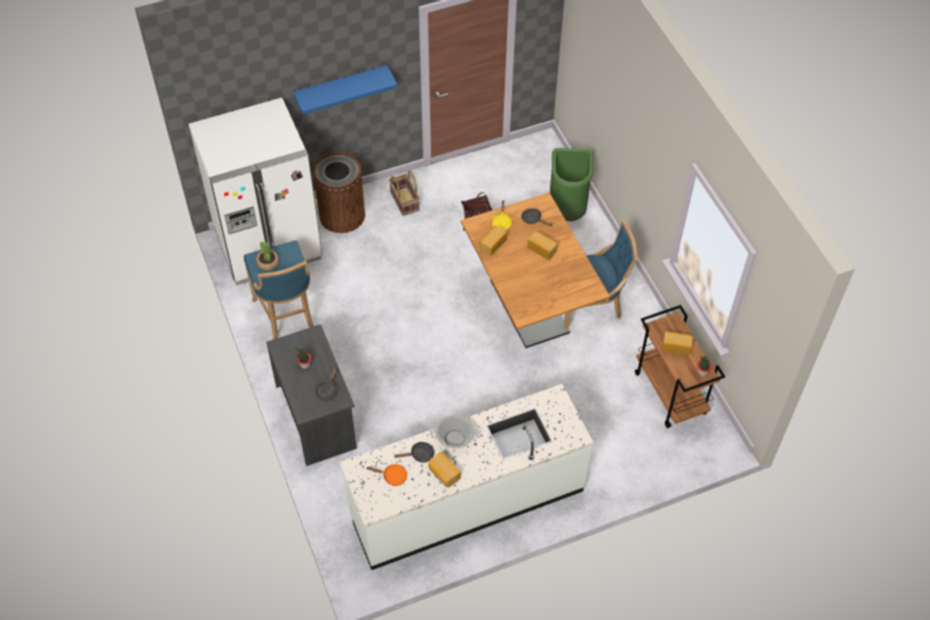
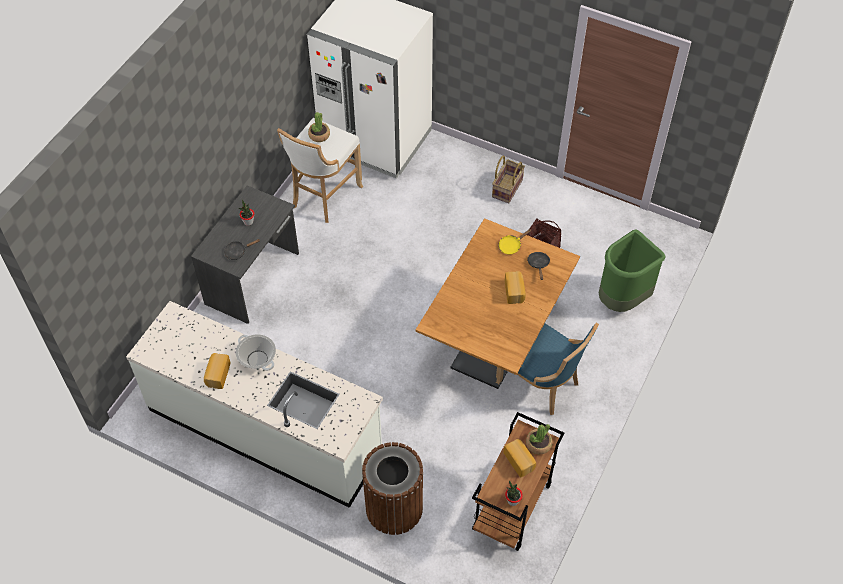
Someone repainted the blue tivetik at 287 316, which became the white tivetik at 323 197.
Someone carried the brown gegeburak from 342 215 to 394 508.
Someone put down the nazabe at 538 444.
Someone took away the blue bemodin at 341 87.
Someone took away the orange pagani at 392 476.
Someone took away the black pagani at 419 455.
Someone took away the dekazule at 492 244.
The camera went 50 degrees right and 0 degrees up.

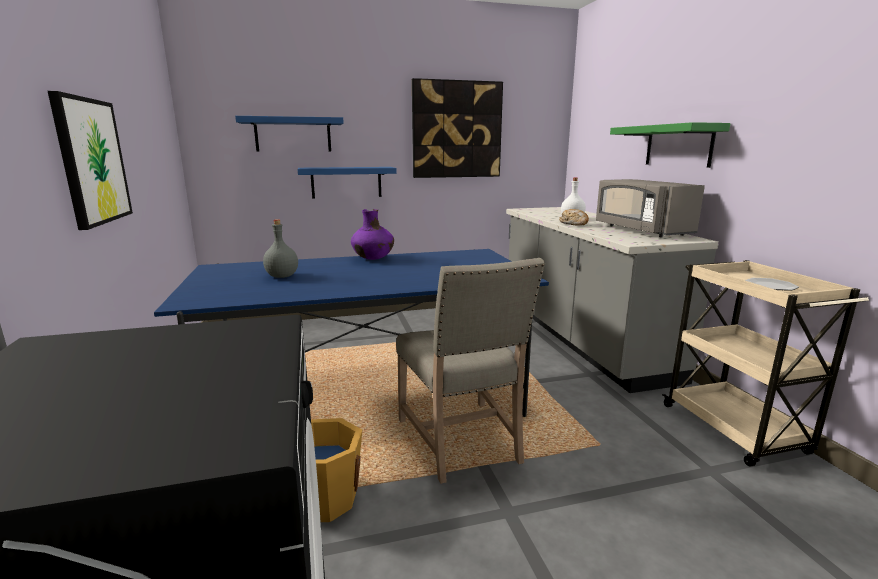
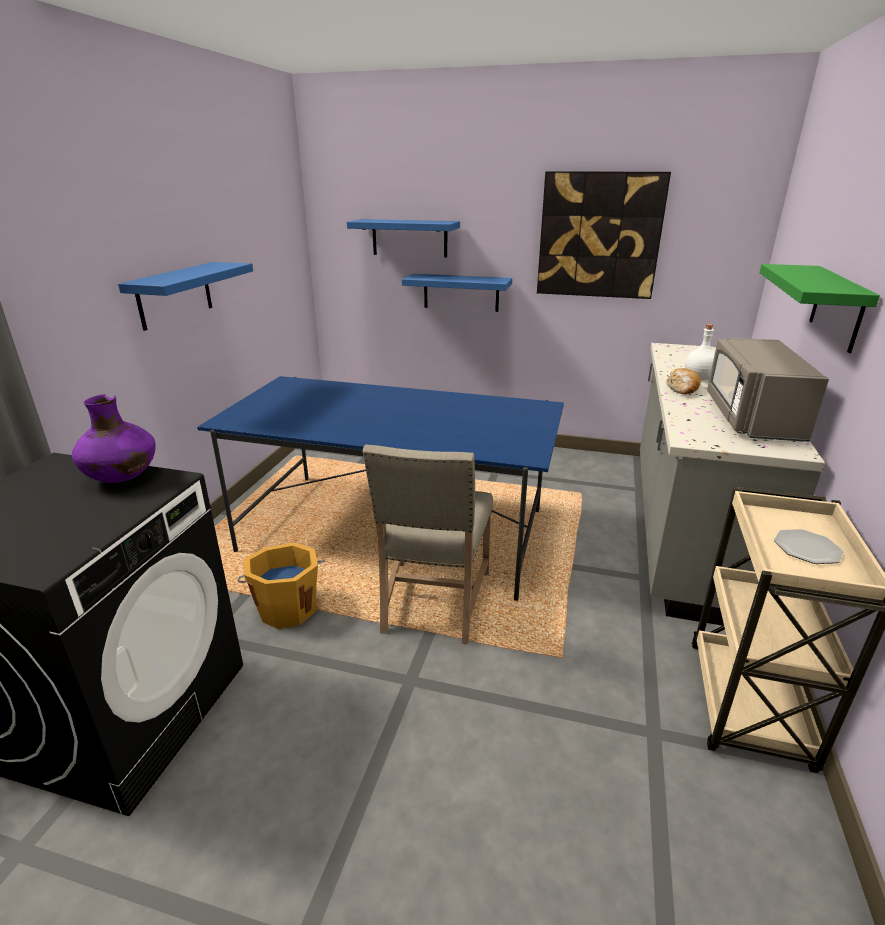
Someone carried the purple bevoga from 373 259 to 123 478.
Someone swapped the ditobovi at 92 161 for the blue bemodin at 175 295.
Someone took away the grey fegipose at 282 276.
The camera went 30 degrees right and 10 degrees up.

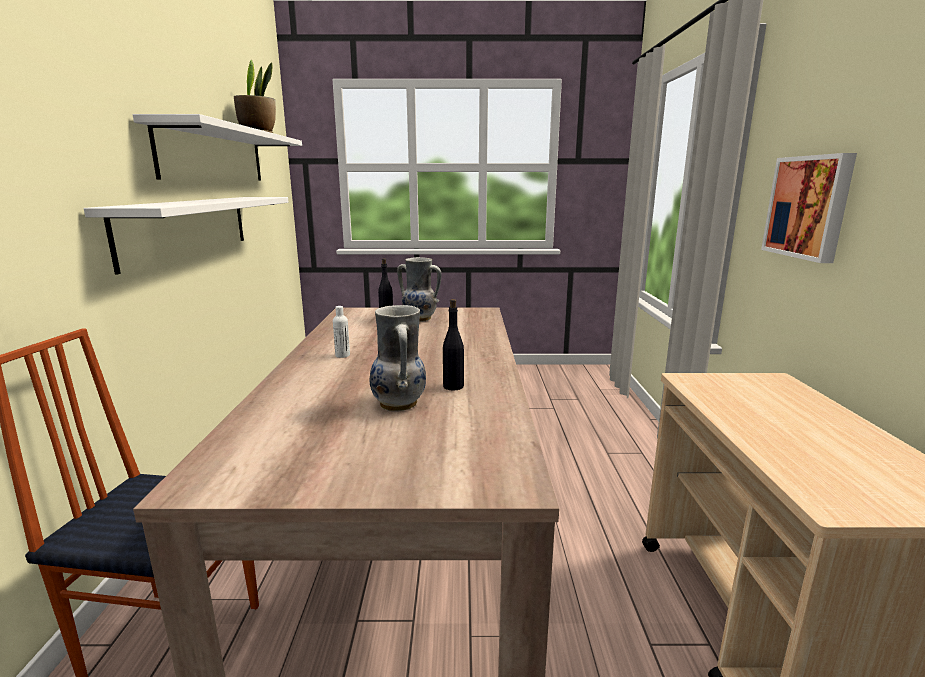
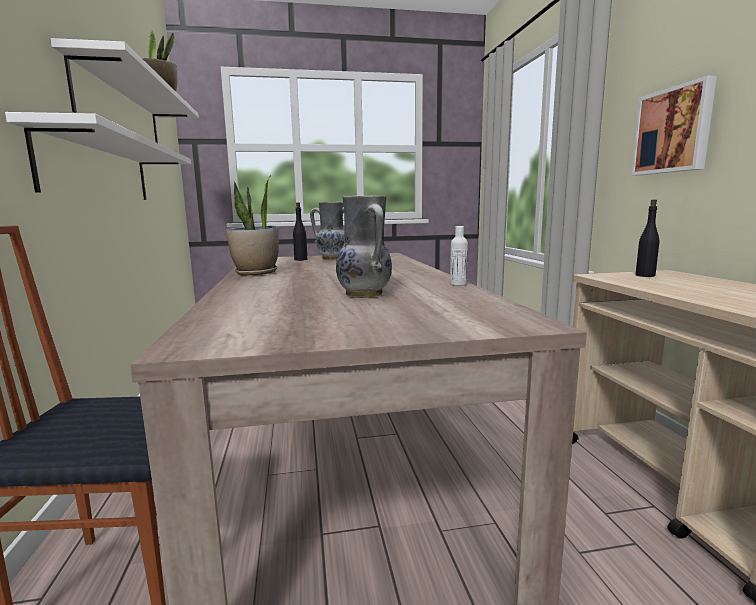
Someone put down the nazabe at 256 273.
Someone carried the white fegipose from 342 355 to 458 284.
Someone carried the black fegipose from 453 386 to 645 275.
The camera went 10 degrees left and 5 degrees down.

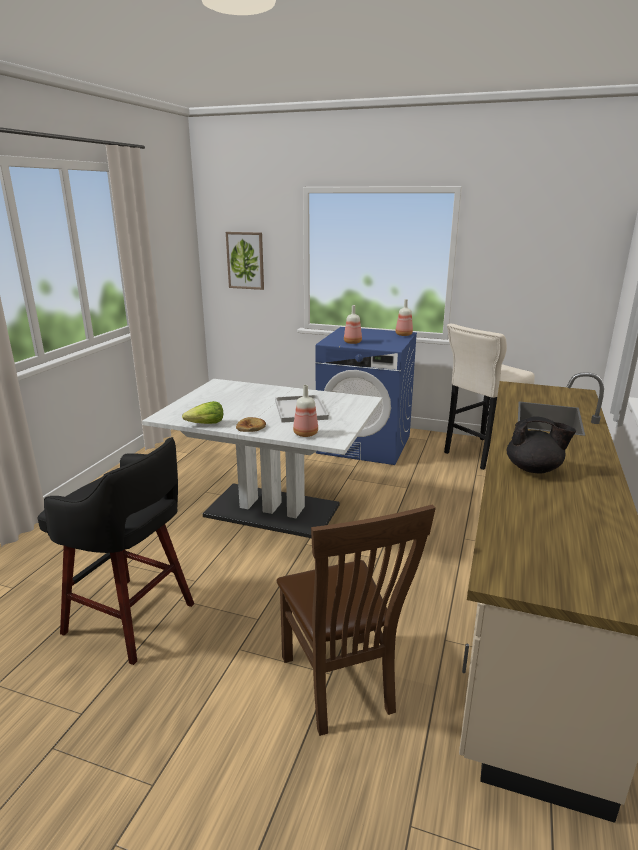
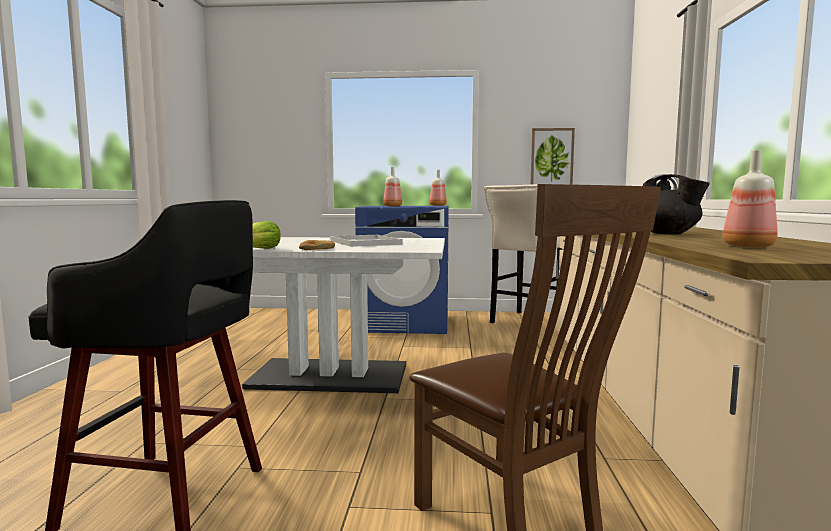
Someone carried the ditobovi from 245 260 to 551 158.
Someone rotated the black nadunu at 534 469 by 60 degrees clockwise.
Someone carried the fegipose from 305 434 to 749 246.
The camera went 15 degrees left and 15 degrees down.

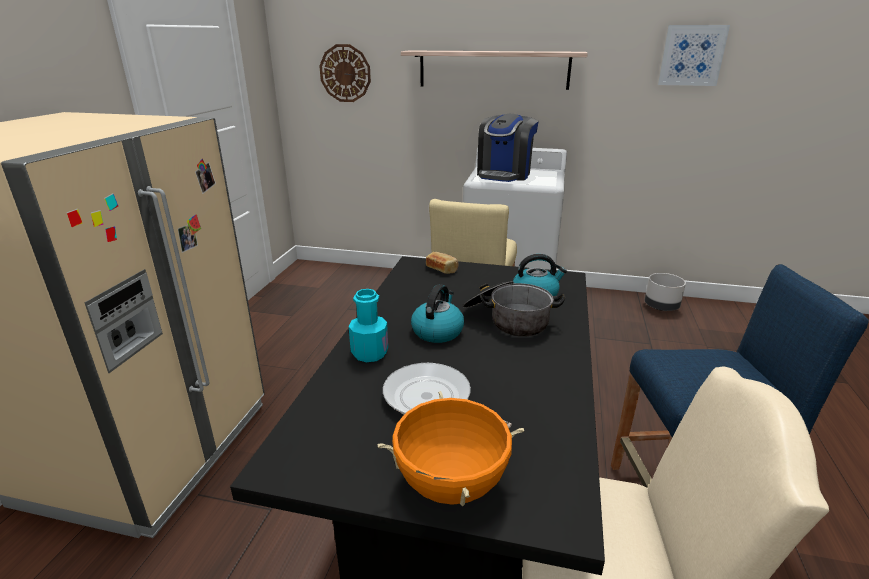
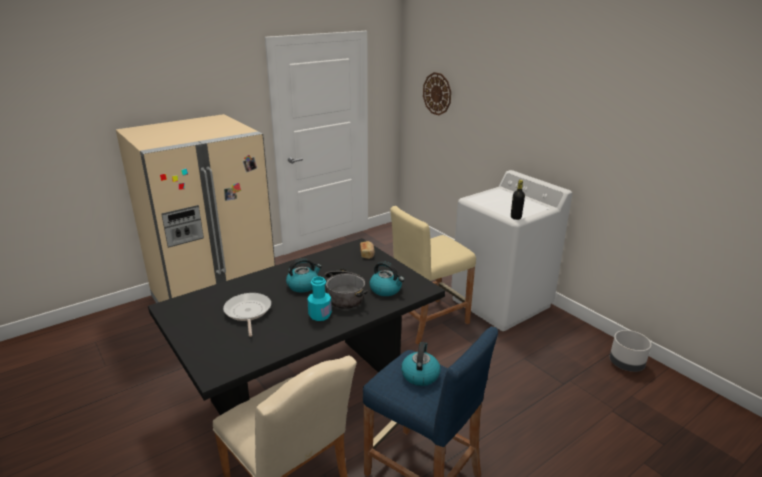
Someone carried the turquoise fegipose from 369 353 to 320 315.
Someone put down the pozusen at 420 374.
Someone put down the black fegipose at 515 217.
Someone took away the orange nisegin at 451 484.
Someone took away the bemodin at 493 69.
Someone took away the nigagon at 504 174.
Someone took away the ditobovi at 692 55.
The camera went 40 degrees right and 0 degrees up.

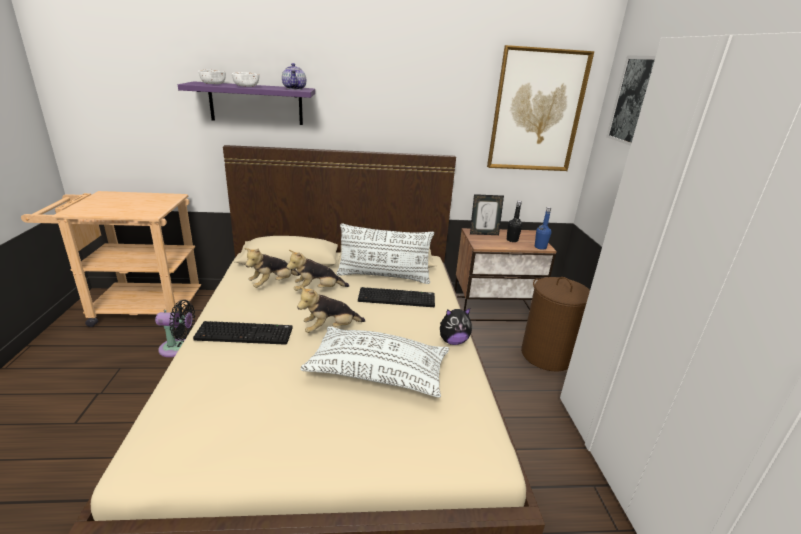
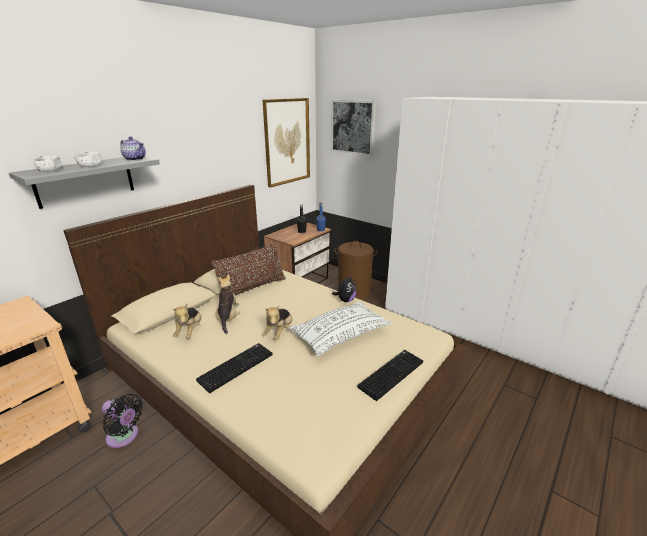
Someone repainted the purple bemodin at 256 104, which became the grey bemodin at 85 181.
Someone rotated the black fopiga at 178 348 by 75 degrees clockwise.
Someone repainted the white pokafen at 383 276, which became the brown pokafen at 252 288.
Someone rotated the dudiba at 317 290 by 150 degrees clockwise.
Someone carried the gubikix from 397 298 to 391 373.
Someone took away the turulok at 483 233.
The camera went 45 degrees left and 0 degrees up.

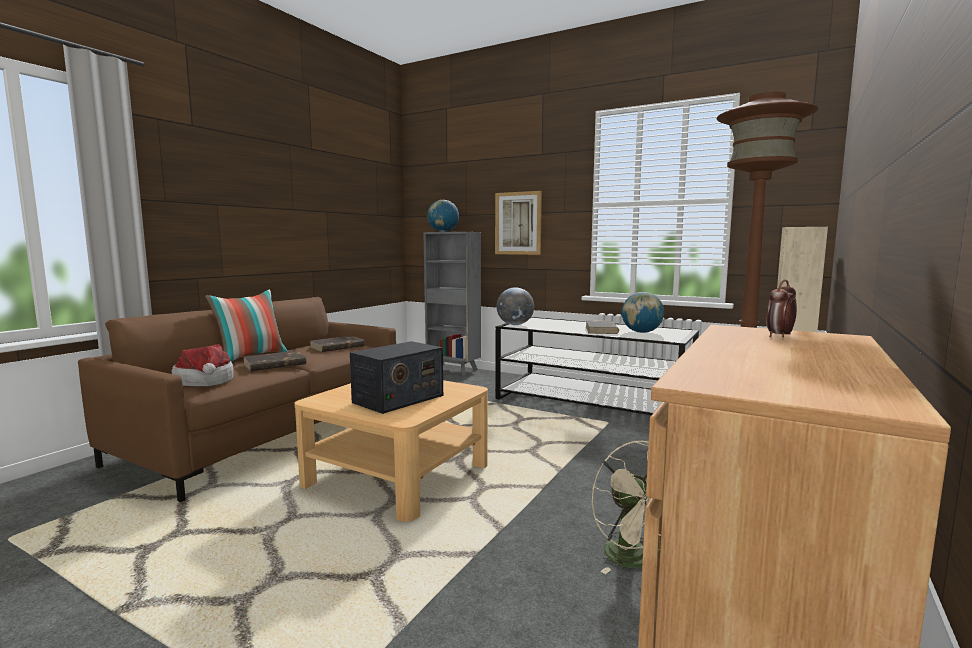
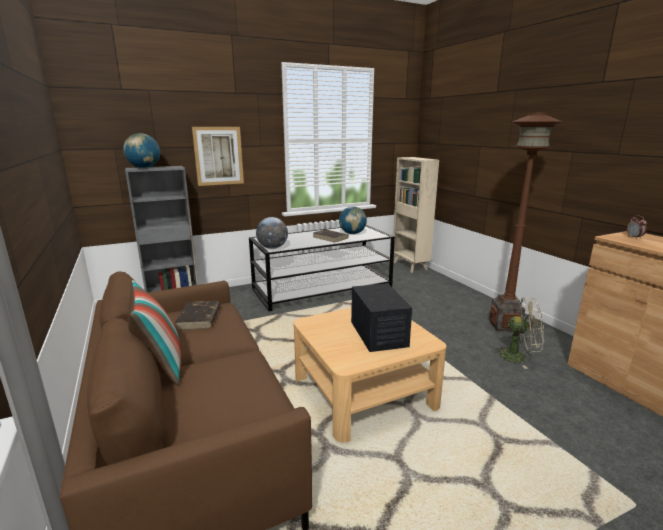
Someone took away the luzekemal at 205 382.
Someone took away the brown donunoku at 274 364.
The camera went 55 degrees left and 10 degrees up.

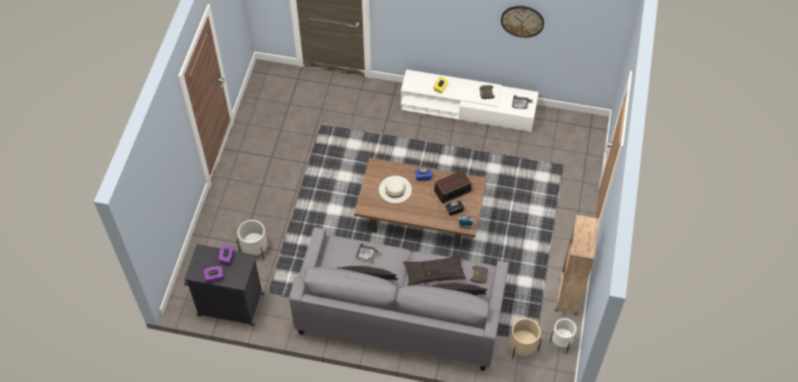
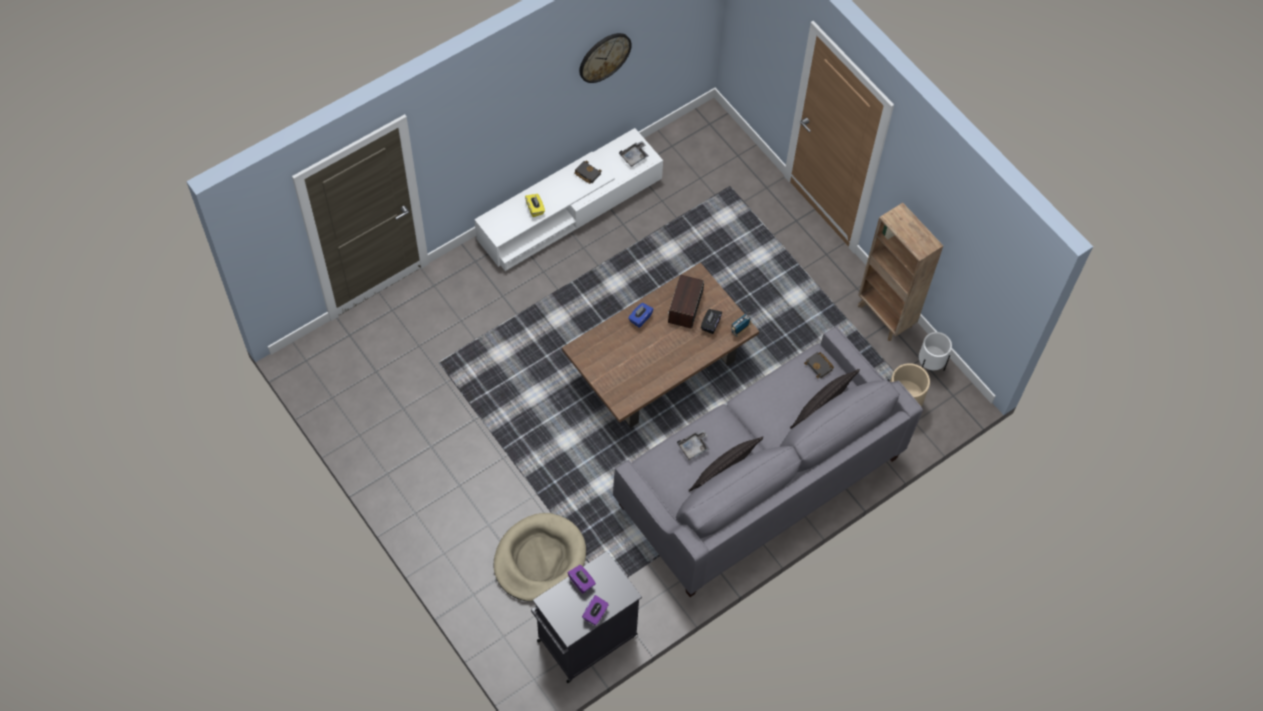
Someone swapped the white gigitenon at 255 250 for the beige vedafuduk at 539 559.
Someone took away the white luzekemal at 395 189.
Someone took away the pokafen at 434 273.
The camera went 50 degrees left and 5 degrees up.

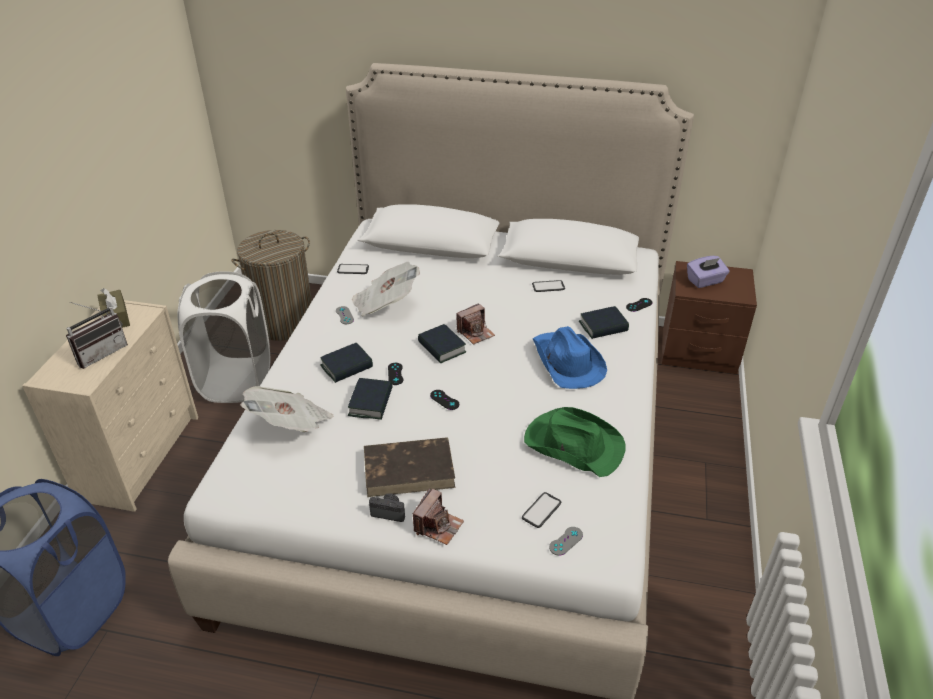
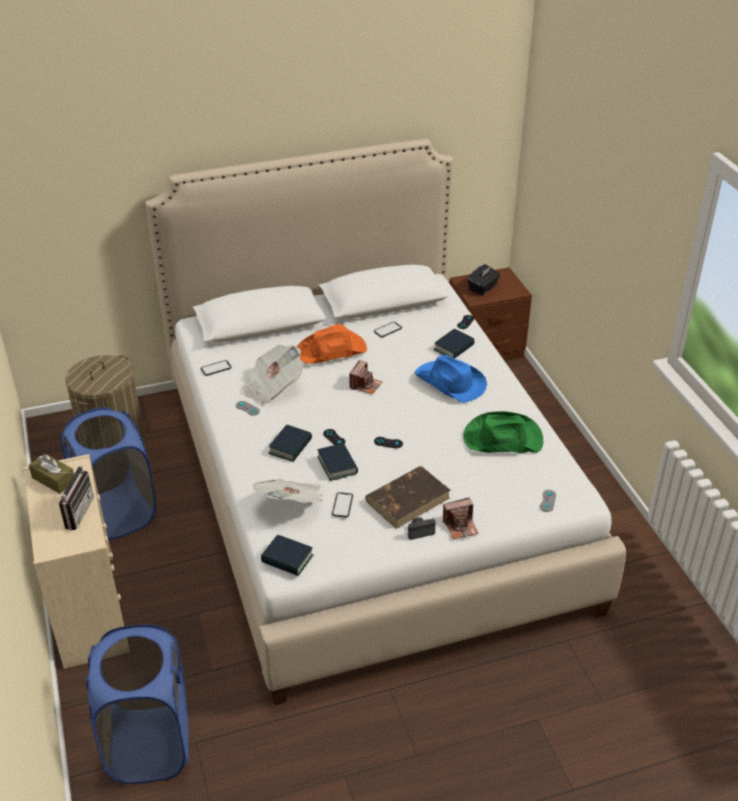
Someone repainted the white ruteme at 236 380, which became the blue ruteme at 117 513.
Someone carried the donunoku from 441 348 to 287 559.
Someone put down the orange luzekemal at 332 351.
Someone carried the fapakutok from 541 510 to 342 505.
Someone rotated the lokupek at 438 526 by 75 degrees clockwise.
Someone repainted the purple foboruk at 705 281, which became the black foboruk at 483 288.
The camera went 30 degrees left and 0 degrees up.

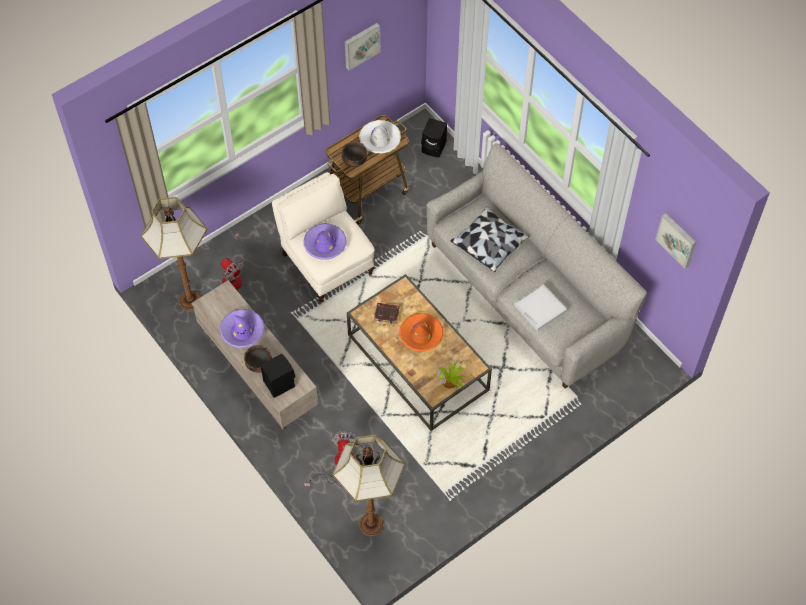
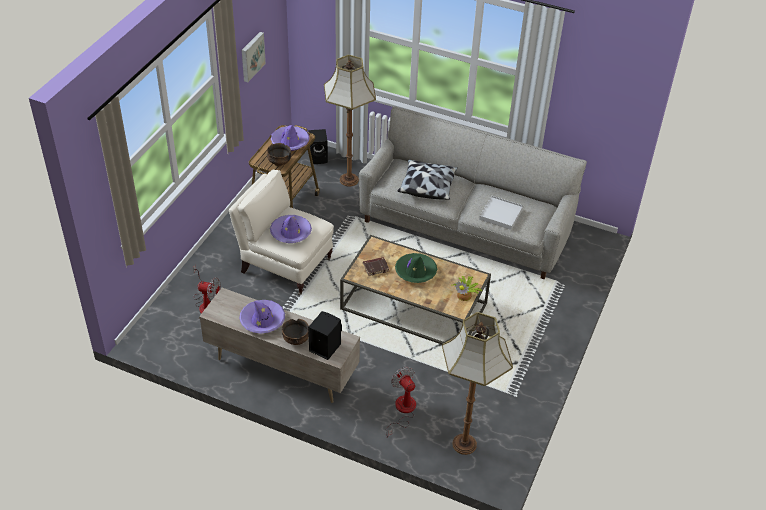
Someone repainted the white luzekemal at 379 140, which became the purple luzekemal at 290 142.
Someone carried the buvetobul from 191 300 to 349 179.
Someone repainted the orange luzekemal at 421 335, which became the green luzekemal at 415 272.
Someone took away the ditobovi at 677 239.
The camera went 30 degrees left and 15 degrees down.

